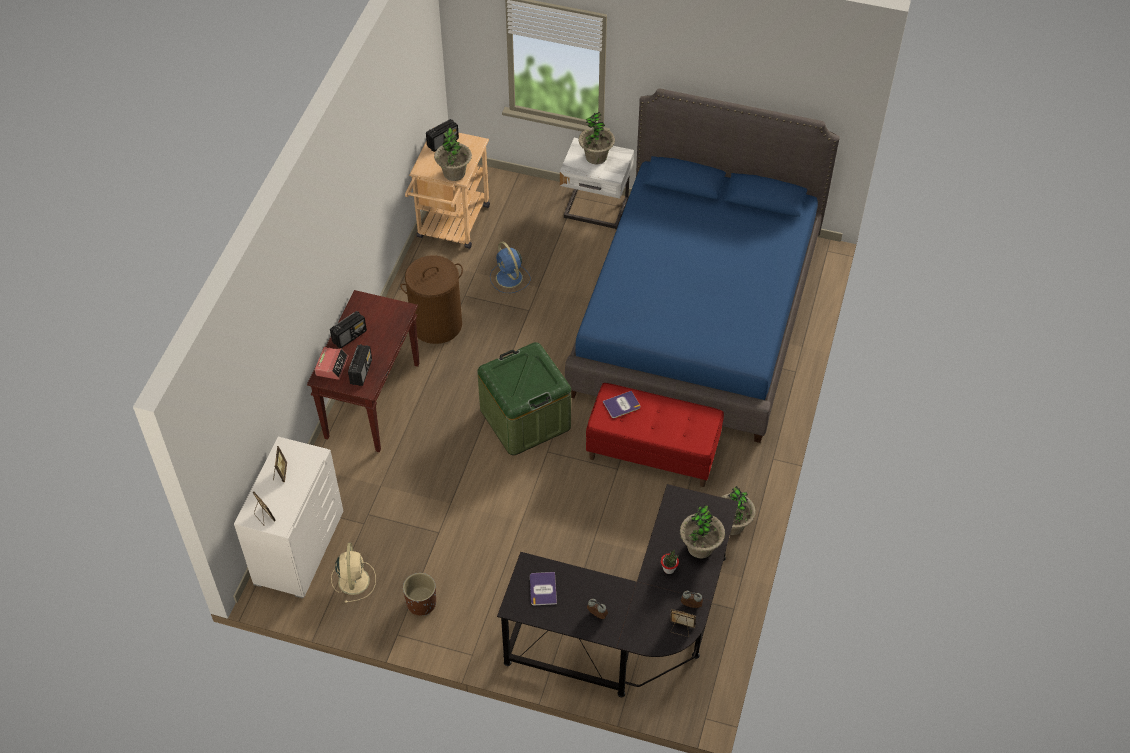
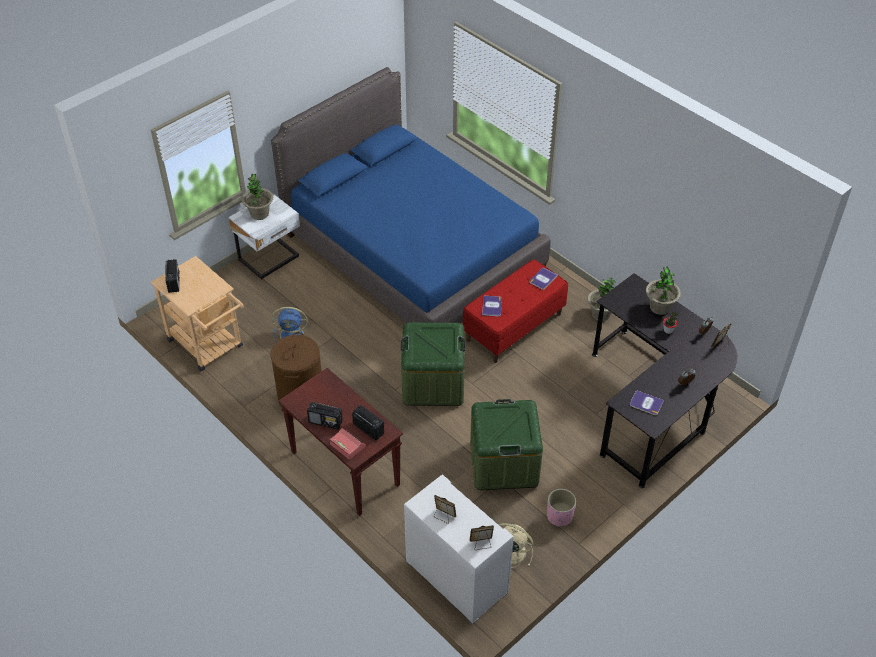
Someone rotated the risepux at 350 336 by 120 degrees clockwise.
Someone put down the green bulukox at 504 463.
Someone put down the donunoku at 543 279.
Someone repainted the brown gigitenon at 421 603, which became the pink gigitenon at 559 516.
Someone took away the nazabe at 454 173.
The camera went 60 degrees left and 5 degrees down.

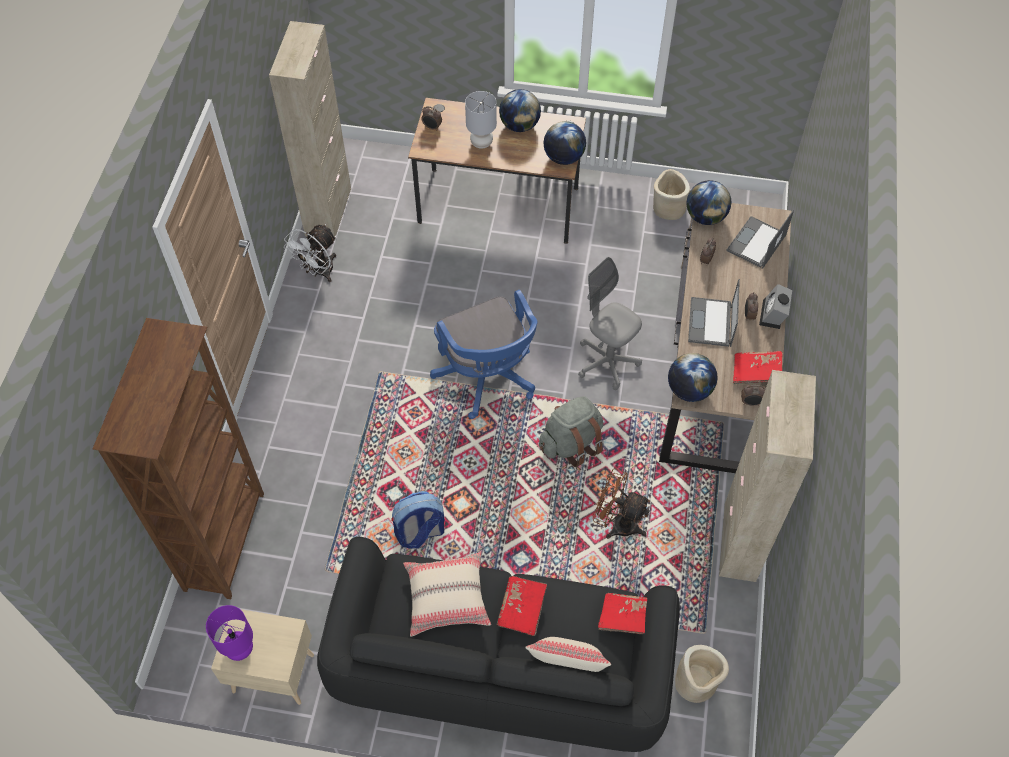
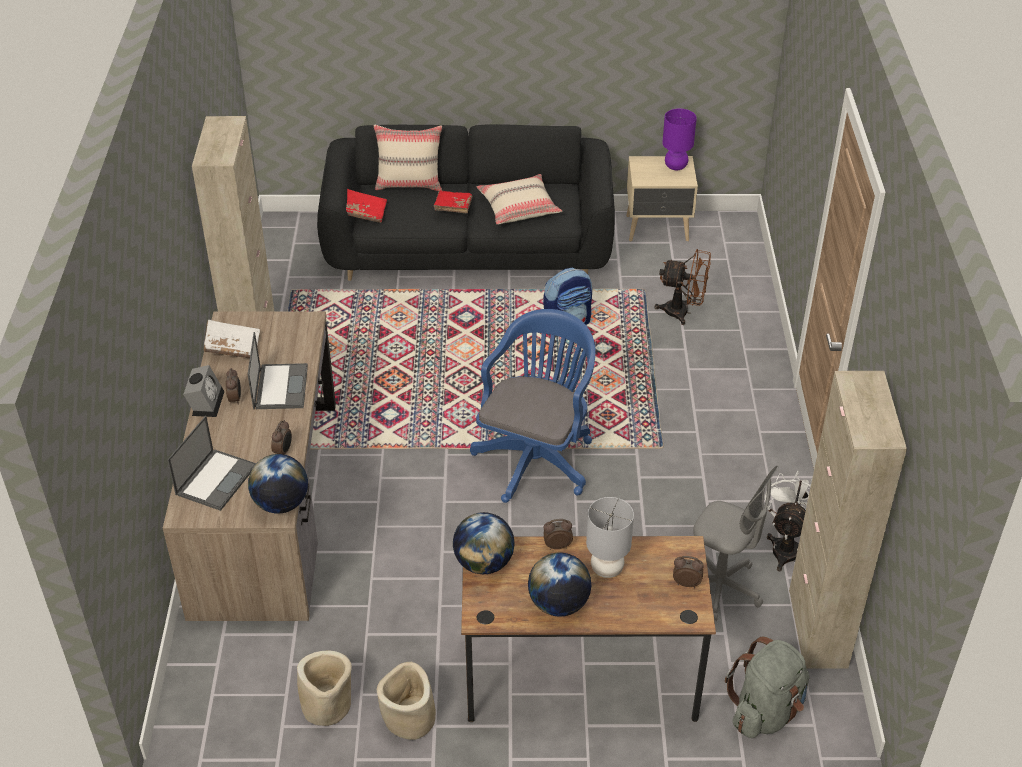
Someone repainted the red donunoku at 756 372, which became the white donunoku at 232 347.
Someone carried the beige gigitenon from 696 683 to 409 719.
Someone rotated the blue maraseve at 488 379 by 60 degrees clockwise.
Someone carried the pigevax from 751 403 to 557 545.
Someone carried the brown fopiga from 617 523 to 683 312.
Someone carried the grey maraseve from 607 362 to 720 588.
Someone carried the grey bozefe from 571 443 to 766 711.
Someone took away the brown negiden at 226 540.
Someone took away the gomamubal at 689 390.
The camera went 170 degrees right and 15 degrees down.

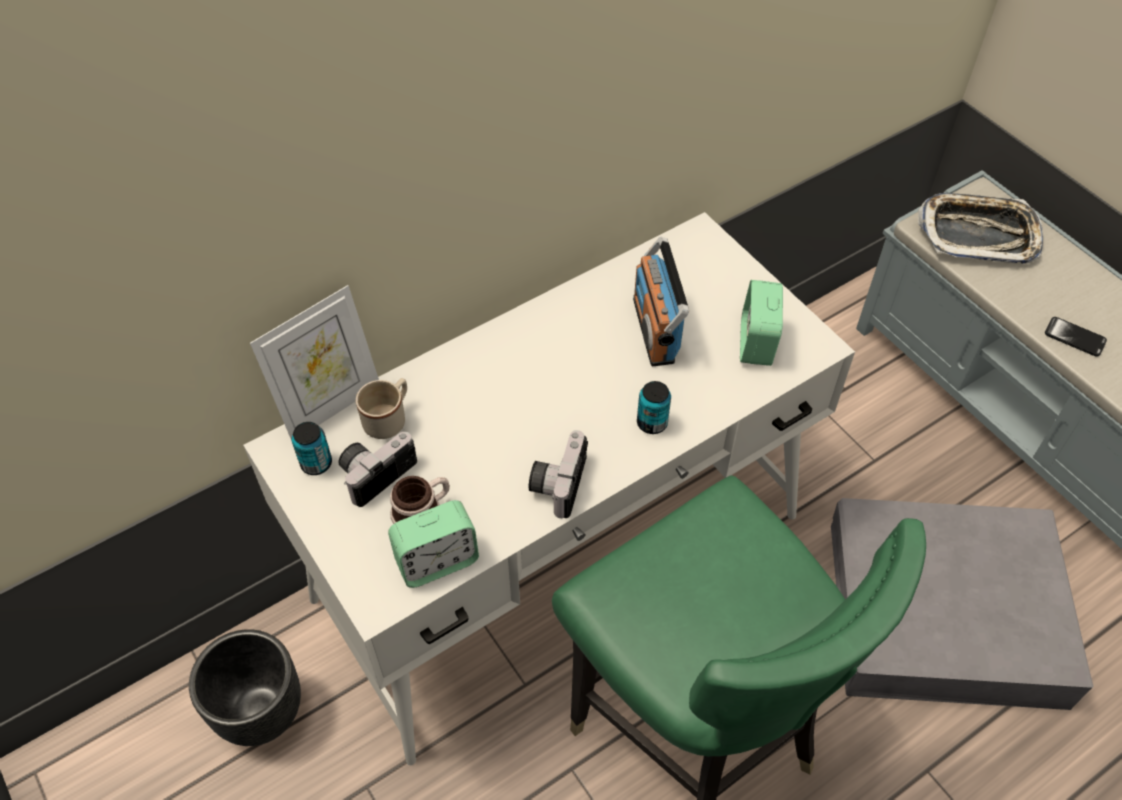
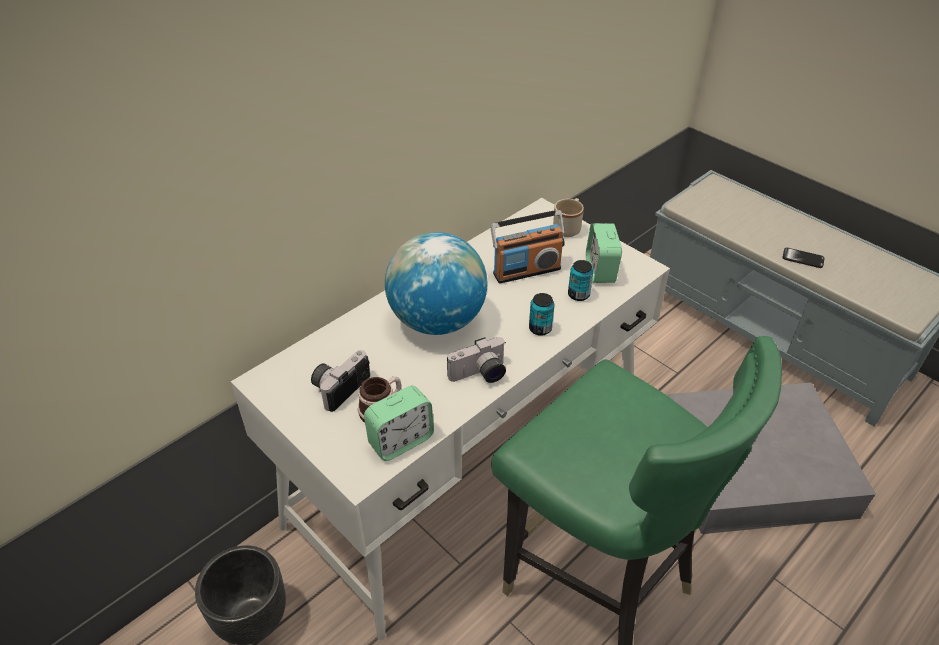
Someone put down the gomamubal at 437 320.
Someone rotated the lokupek at 557 482 by 120 degrees counterclockwise.
Someone rotated the risepux at 655 330 by 90 degrees counterclockwise.
Someone carried the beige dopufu from 389 419 to 568 227.
Someone carried the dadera from 316 463 to 578 295.
Someone took away the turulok at 330 406.
Someone took away the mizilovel at 978 234.
The camera went 10 degrees left and 10 degrees down.

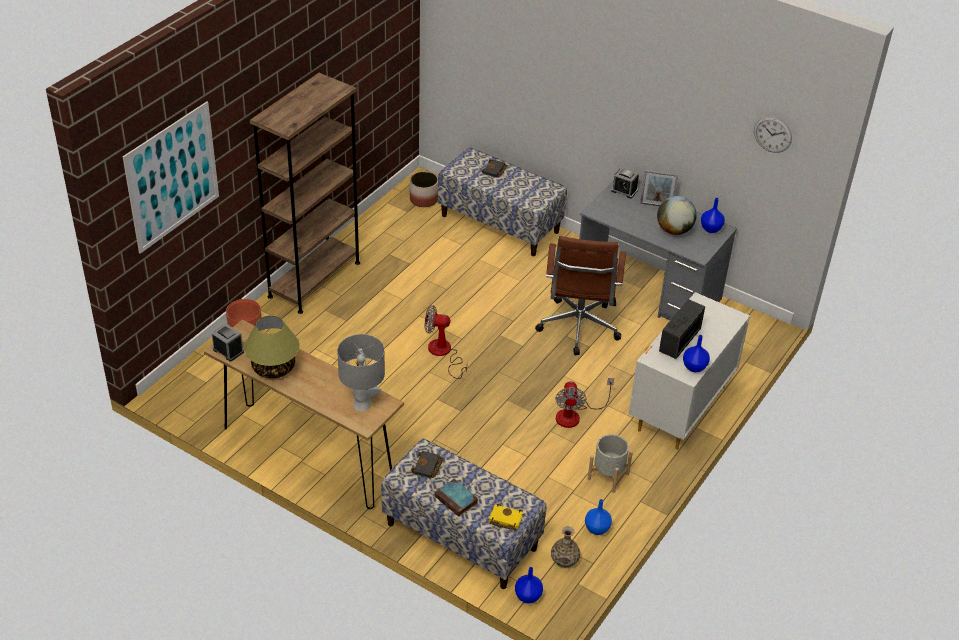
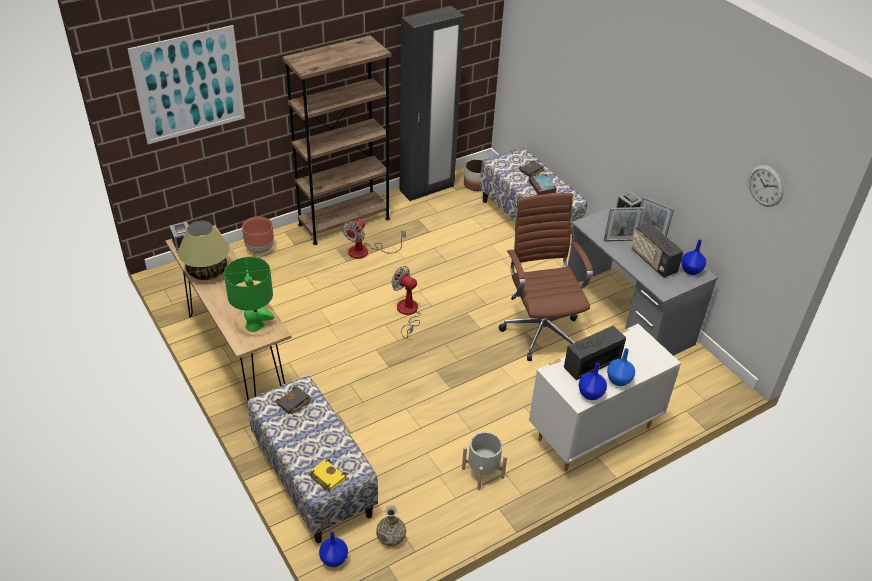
Someone repainted the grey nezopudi at 362 404, which became the green nezopudi at 254 325.
Someone carried the fopiga from 575 415 to 366 251.
Someone put down the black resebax at 427 189.
Someone rotated the brown maraseve at 578 329 by 135 degrees clockwise.
Someone carried the donunoku from 457 500 to 542 187.
Someone put down the turulok at 620 240.
Someone carried the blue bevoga from 597 529 to 619 380.
Someone swapped the gomamubal at 674 230 for the risepux at 653 261.
The camera went 25 degrees right and 0 degrees up.

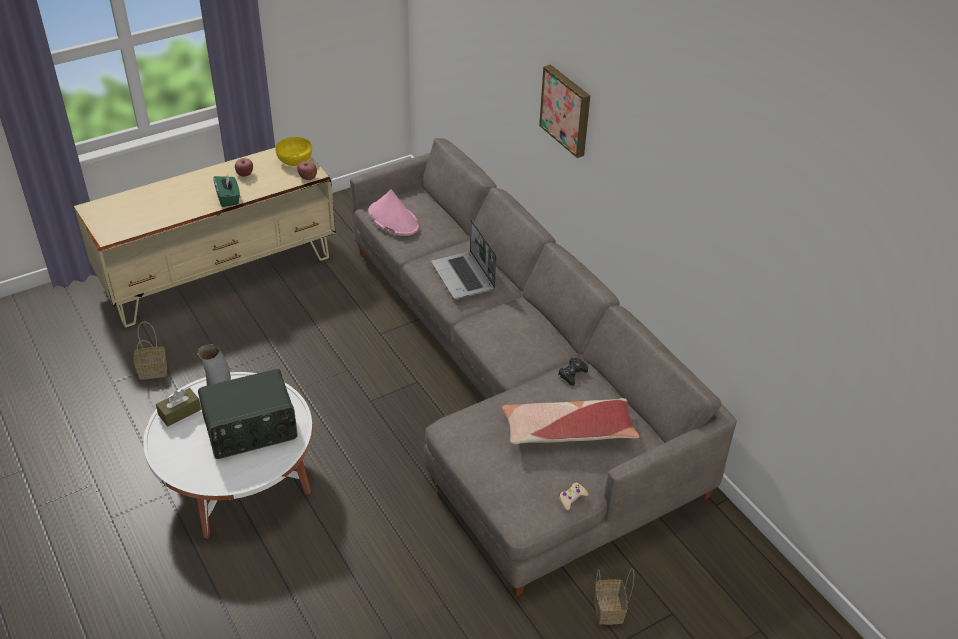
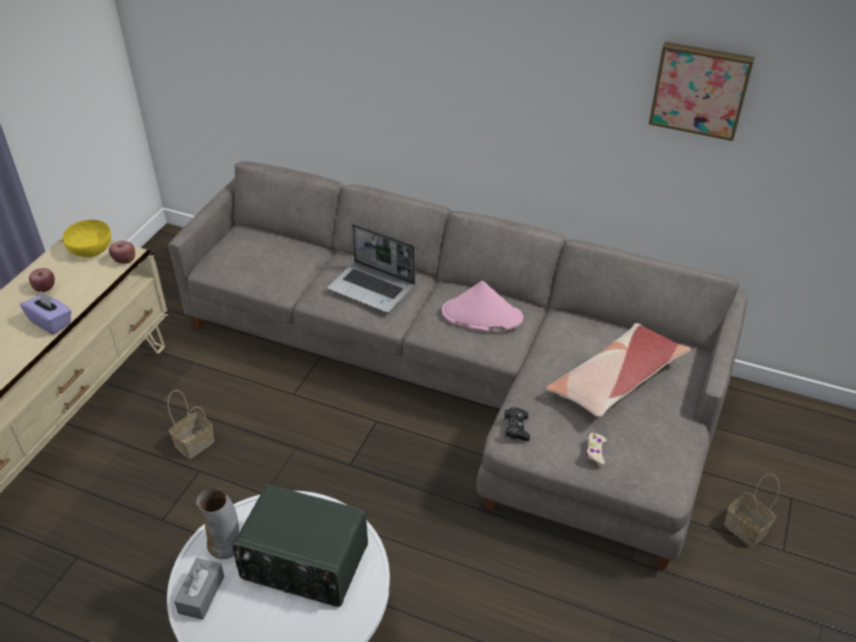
Someone repainted the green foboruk at 228 198, which became the purple foboruk at 51 322.
Someone carried the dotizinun from 154 370 to 195 442.
Someone repainted the brown foboruk at 180 412, which became the grey foboruk at 201 594.
Someone rotated the risepux at 251 430 by 75 degrees clockwise.
Someone carried the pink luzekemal from 393 219 to 481 316.
Someone carried the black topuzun from 572 374 to 516 428.
Someone carried the beige topuzun from 571 498 to 595 451.
Someone carried the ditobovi from 567 110 to 700 89.
The camera went 35 degrees left and 0 degrees up.

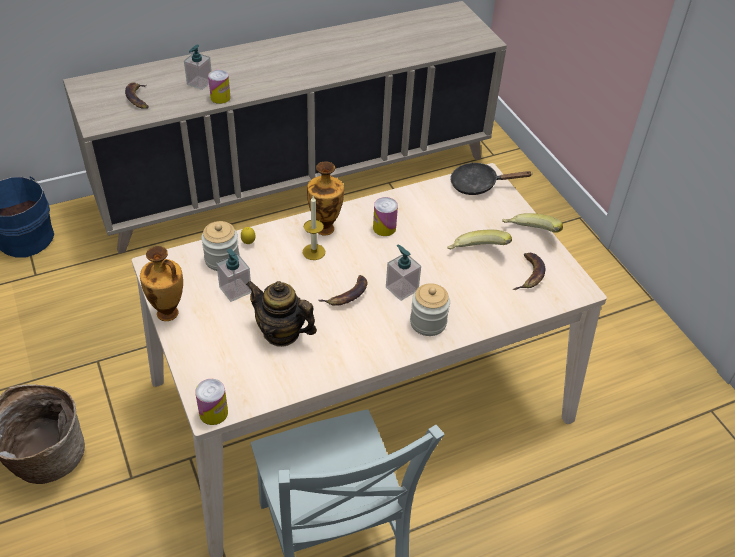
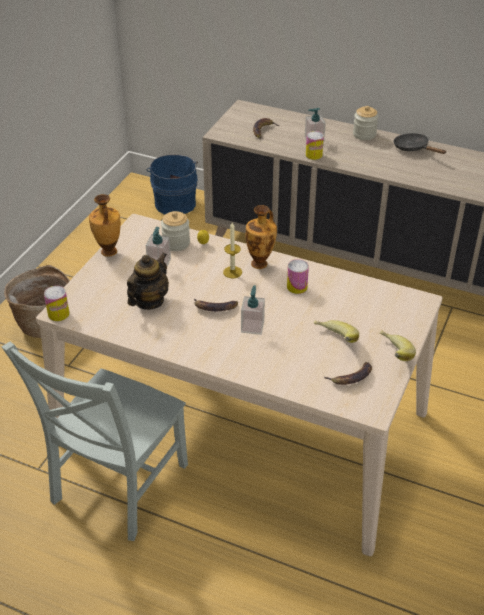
Someone rotated the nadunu at 281 333 by 45 degrees clockwise.
Someone carried the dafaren from 428 322 to 364 134.
Someone carried the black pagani from 478 185 to 413 148.
The camera went 50 degrees right and 5 degrees down.

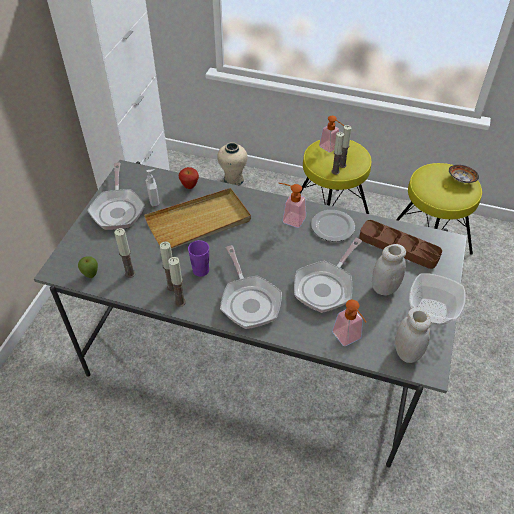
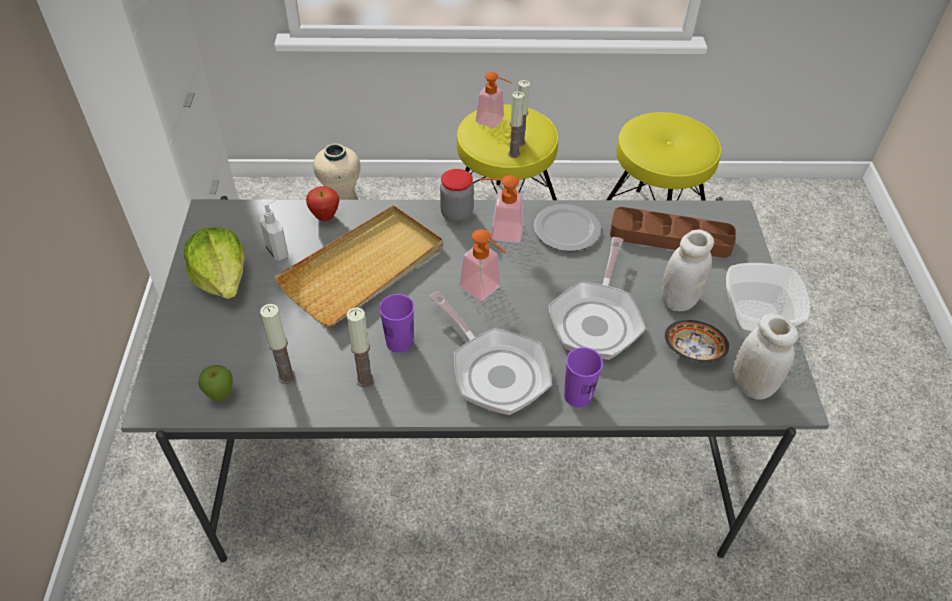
Someone swapped the pagani at 118 209 for the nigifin at 222 279.
Someone put down the dafaren at 456 214.
Someone carried the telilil from 349 339 to 485 290.
Someone put down the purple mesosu at 577 396.
Someone carried the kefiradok from 461 180 to 694 352.
Someone took away the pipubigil at 180 302.
The camera went 20 degrees left and 0 degrees up.

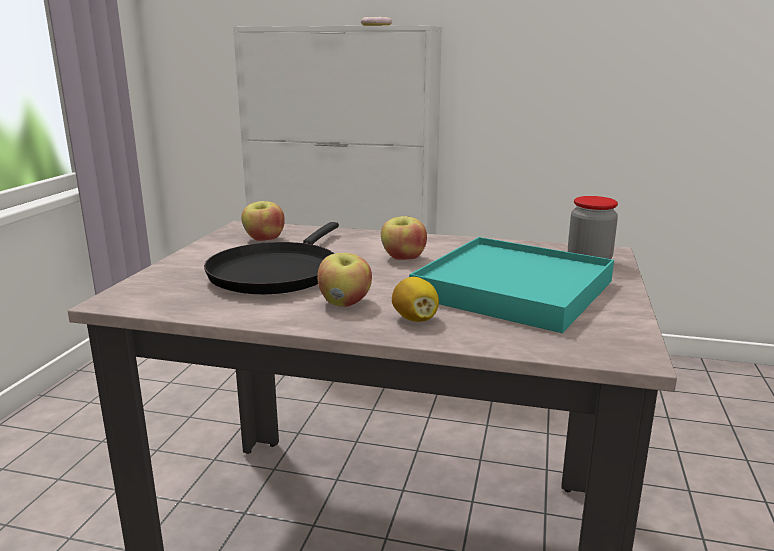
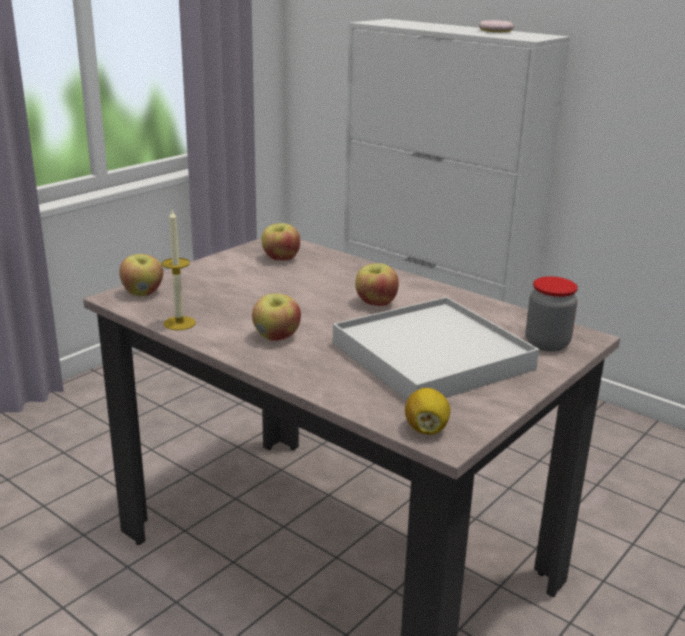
Someone put down the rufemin at 143 293.
Someone put down the pipubigil at 179 323.
Someone repainted the turquoise mizilovel at 514 289, which became the white mizilovel at 432 356.
Someone carried the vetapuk from 415 319 to 426 429.
Someone took away the black pagani at 277 272.
The camera went 25 degrees right and 5 degrees up.

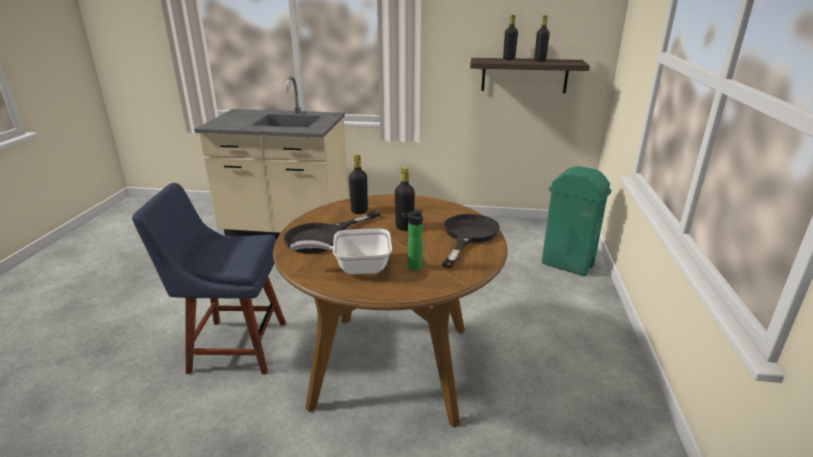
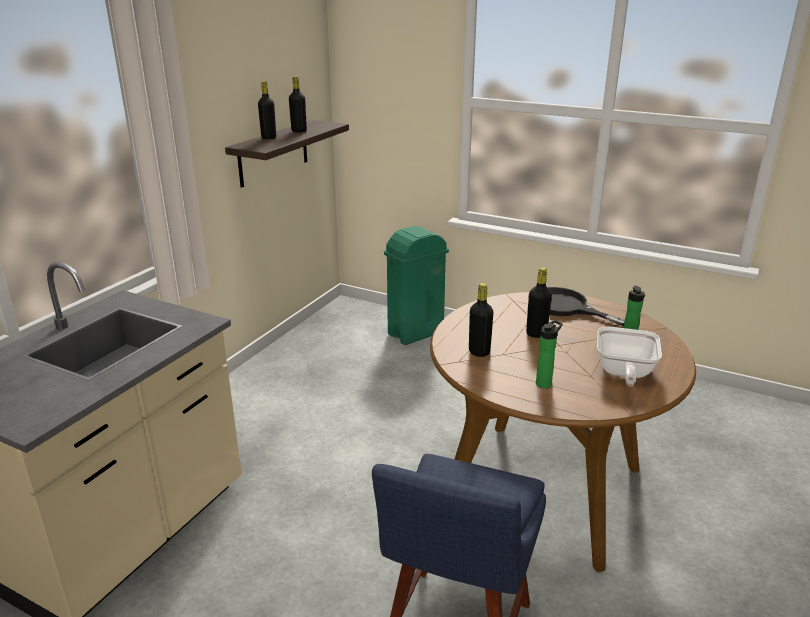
Someone swapped the black pagani at 323 237 for the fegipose at 545 383.
The camera went 70 degrees left and 0 degrees up.

